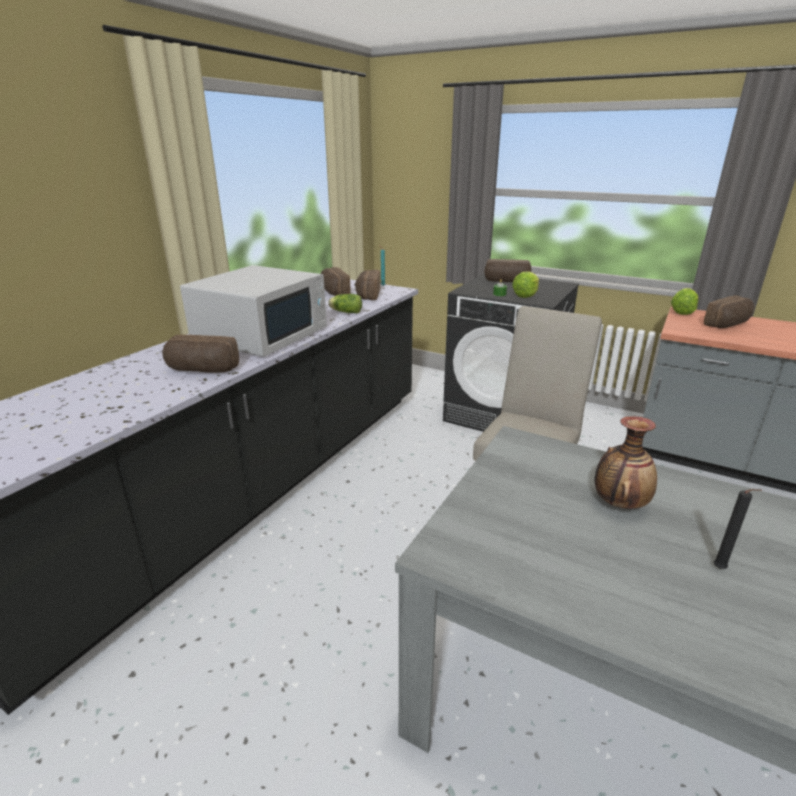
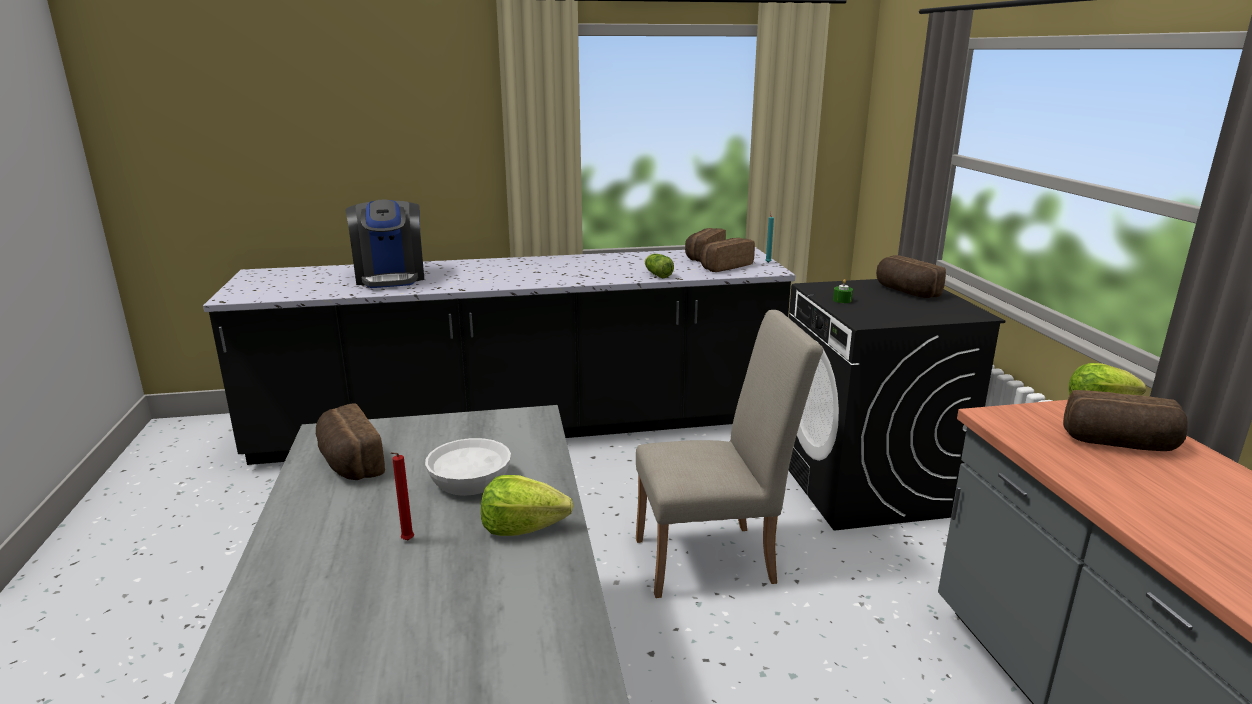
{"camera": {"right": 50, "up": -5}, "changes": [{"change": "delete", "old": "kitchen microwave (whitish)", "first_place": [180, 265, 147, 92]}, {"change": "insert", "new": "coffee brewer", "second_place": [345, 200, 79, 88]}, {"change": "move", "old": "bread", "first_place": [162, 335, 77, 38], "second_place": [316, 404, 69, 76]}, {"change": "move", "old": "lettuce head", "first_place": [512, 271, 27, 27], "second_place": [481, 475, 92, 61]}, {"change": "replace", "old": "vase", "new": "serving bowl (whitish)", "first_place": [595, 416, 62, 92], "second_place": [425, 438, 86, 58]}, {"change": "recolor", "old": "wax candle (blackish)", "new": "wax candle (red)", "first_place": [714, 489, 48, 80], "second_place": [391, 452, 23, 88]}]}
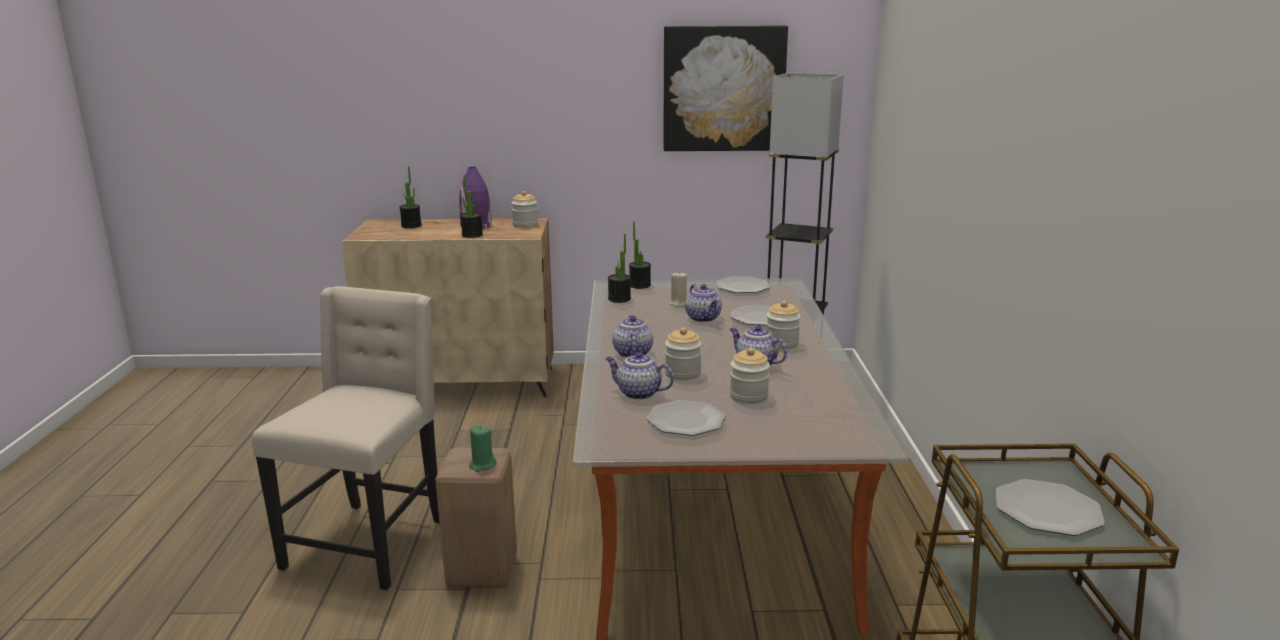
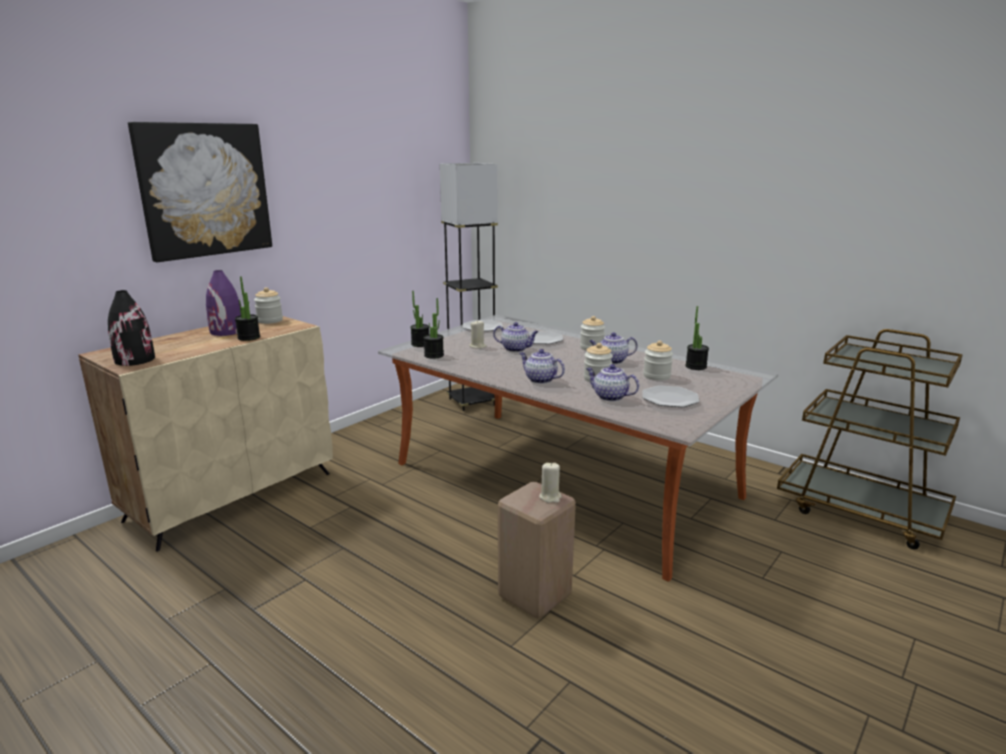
{"camera": {"right": -50, "up": 0}, "changes": [{"change": "delete", "old": "upright chair (sand-coloured)", "first_place": [252, 286, 188, 304]}, {"change": "delete", "old": "flat dish", "first_place": [996, 479, 109, 57]}, {"change": "insert", "new": "vase (blackish)", "second_place": [108, 290, 47, 76]}, {"change": "move", "old": "potted plant", "first_place": [399, 166, 23, 62], "second_place": [686, 306, 23, 64]}, {"change": "move", "old": "wall art", "first_place": [663, 26, 125, 125], "second_place": [128, 122, 144, 140]}, {"change": "recolor", "old": "wax candle (greenish)", "new": "wax candle (sand-coloured)", "first_place": [469, 426, 28, 46], "second_place": [539, 462, 23, 41]}, {"change": "rotate", "old": "pot for tea", "first_place": [605, 352, 69, 48], "second_place": [586, 364, 53, 37], "degrees": 60}]}
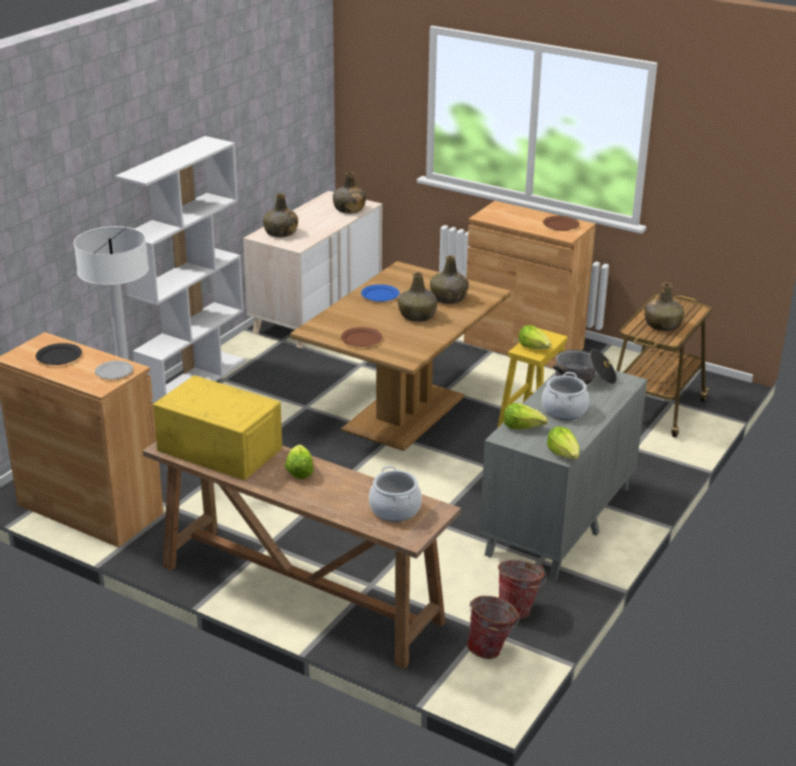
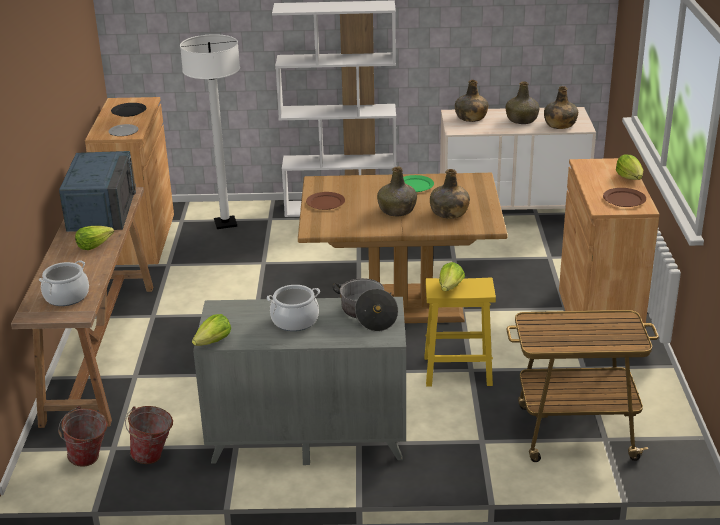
{"camera": {"right": 60, "up": 0}, "changes": [{"change": "move", "old": "lettuce head", "first_place": [504, 403, 44, 26], "second_place": [616, 154, 27, 26]}, {"change": "move", "old": "bottle (greenish)", "first_place": [644, 282, 40, 49], "second_place": [506, 81, 34, 43]}, {"change": "recolor", "old": "kitchen microwave (yellow)", "new": "kitchen microwave (bluish)", "first_place": [153, 375, 129, 105], "second_place": [59, 151, 77, 81]}, {"change": "recolor", "old": "flat dish (bluish)", "new": "flat dish (greenish)", "first_place": [361, 284, 39, 18], "second_place": [403, 175, 31, 17]}]}
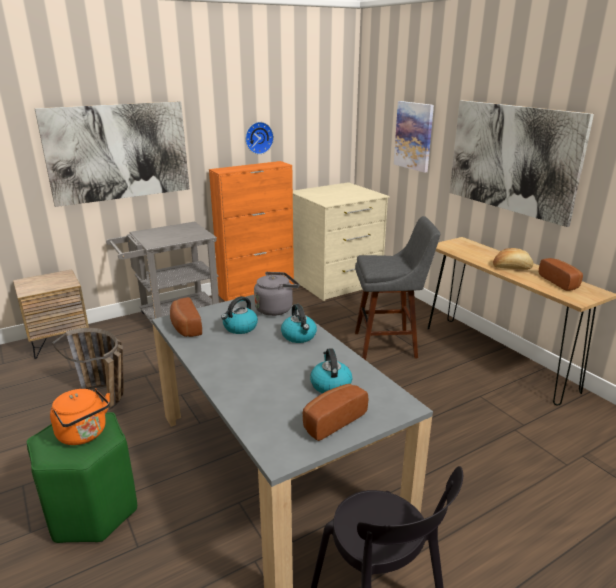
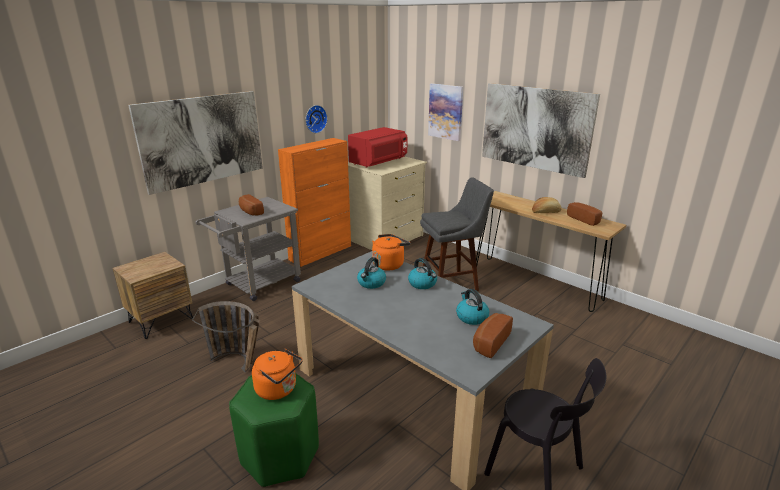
{"camera": {"right": -15, "up": 0}, "changes": [{"change": "insert", "new": "kitchen microwave (red)", "second_place": [348, 127, 60, 41]}, {"change": "move", "old": "bread", "first_place": [170, 297, 32, 40], "second_place": [239, 194, 25, 22]}, {"change": "recolor", "old": "tea kettle (grey)", "new": "tea kettle (orangey)", "first_place": [254, 272, 45, 44], "second_place": [372, 234, 38, 37]}]}
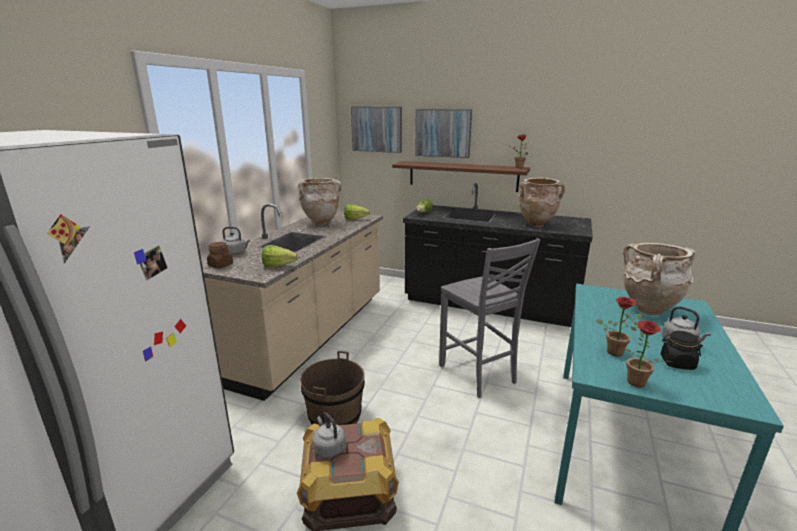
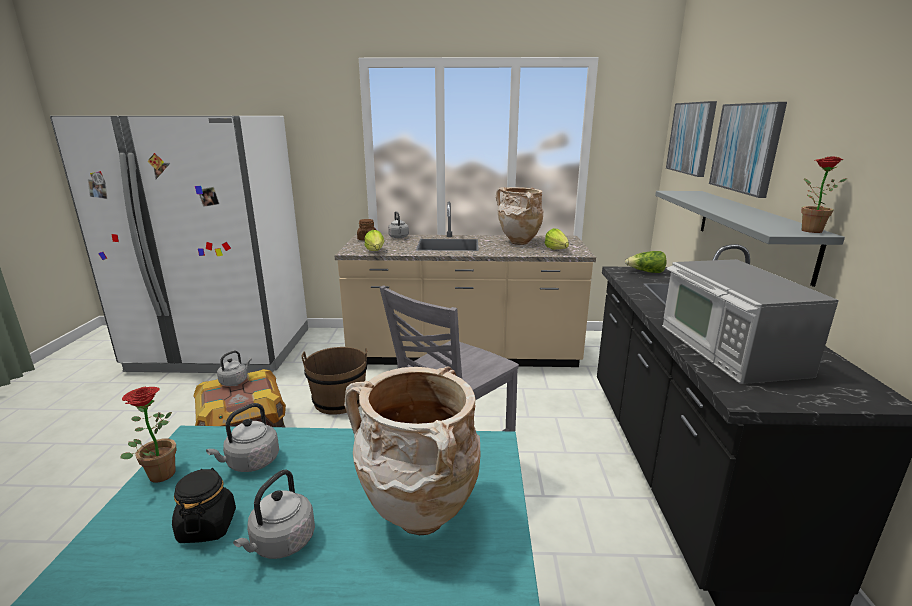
{"camera": {"right": 70, "up": 0}, "changes": [{"change": "replace", "old": "vase (sand-coloured)", "new": "kitchen microwave", "first_place": [519, 177, 46, 50], "second_place": [662, 259, 177, 125]}, {"change": "replace", "old": "potted plant", "new": "tea kettle (grey)", "first_place": [596, 297, 48, 60], "second_place": [206, 403, 73, 69]}, {"change": "recolor", "old": "shelf (brownish)", "new": "shelf (grey)", "first_place": [392, 161, 138, 31], "second_place": [655, 191, 190, 96]}]}
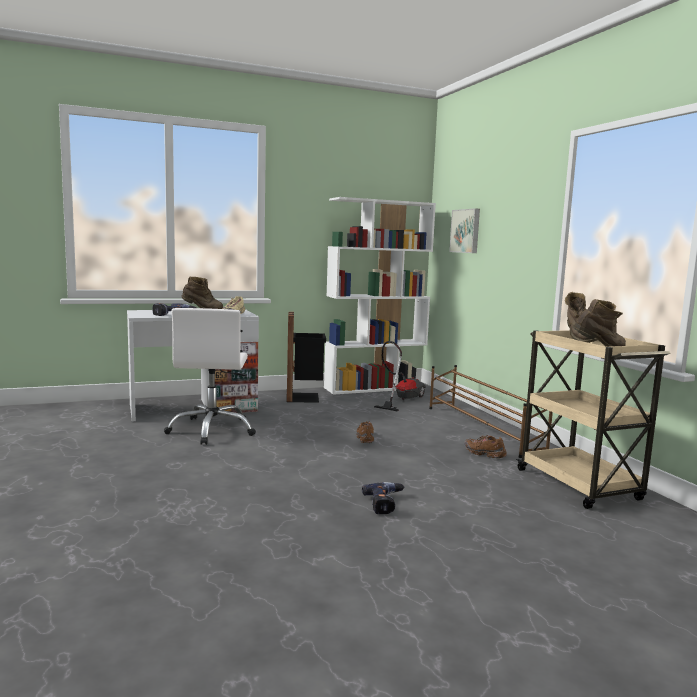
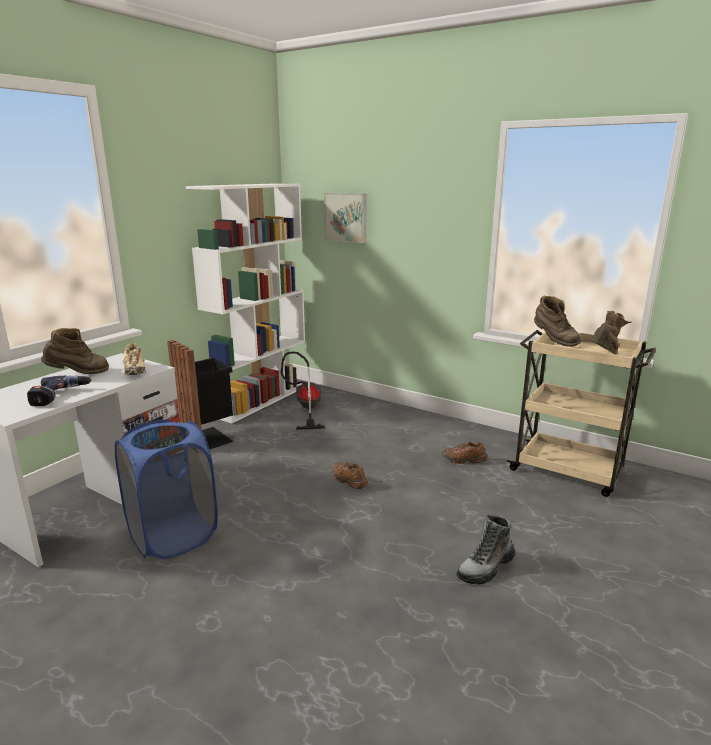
{"camera": {"right": -35, "up": 10}, "changes": [{"change": "delete", "old": "shoe stand (brownish)", "first_place": [429, 365, 124, 93]}, {"change": "replace", "old": "computer chair (whitish)", "new": "laundry basket (bluish)", "first_place": [164, 308, 92, 137], "second_place": [115, 420, 103, 139]}, {"change": "replace", "old": "power drill", "new": "tall boot", "first_place": [362, 482, 42, 32], "second_place": [456, 514, 59, 70]}]}
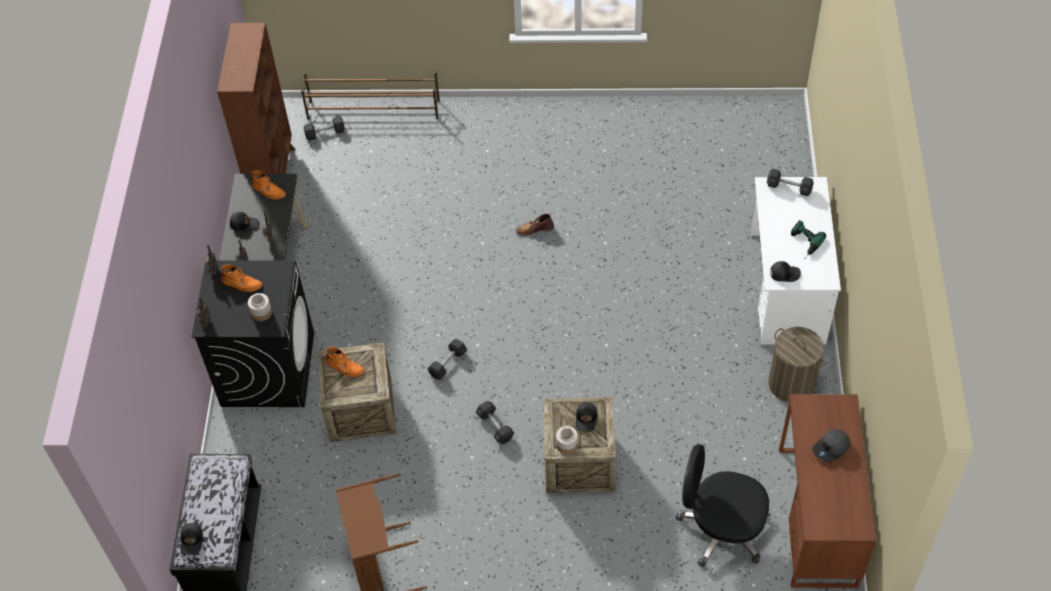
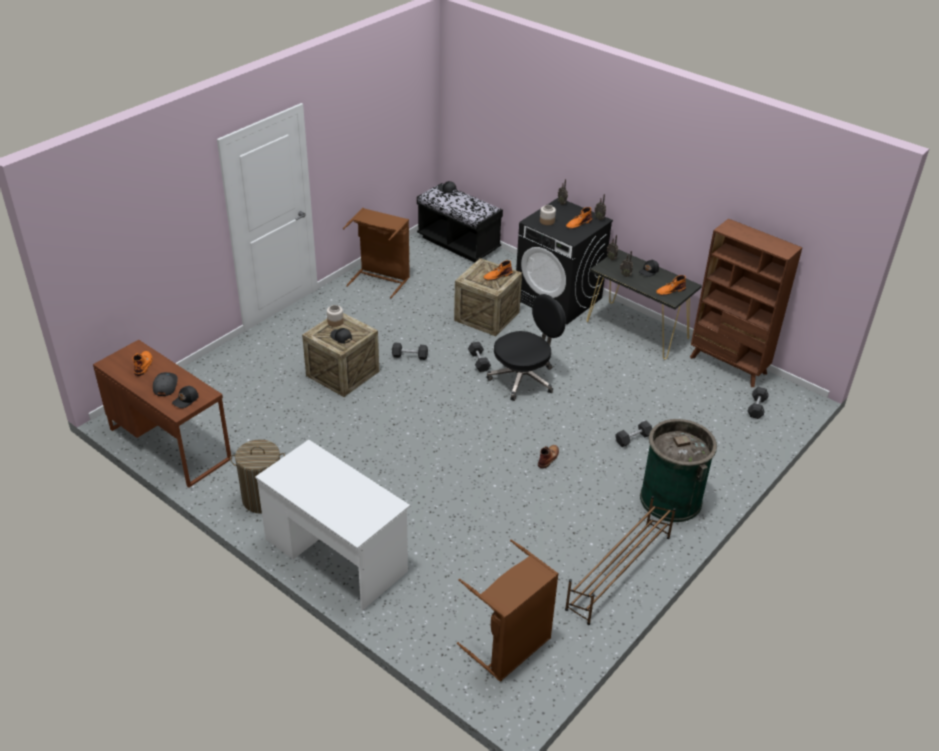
{"camera": {"right": 125, "up": -15}, "changes": [{"change": "delete", "old": "power drill", "first_place": [791, 220, 35, 38]}, {"change": "insert", "new": "tall boot (orangey)", "second_place": [132, 351, 20, 25]}, {"change": "insert", "new": "laundry basket (brownish)", "second_place": [457, 539, 102, 143]}, {"change": "insert", "new": "waste bin (greenish)", "second_place": [640, 419, 77, 103]}, {"change": "move", "old": "shoe stand (brownish)", "first_place": [301, 72, 139, 47], "second_place": [565, 496, 111, 129]}, {"change": "move", "old": "computer chair (blackish)", "first_place": [676, 444, 93, 123], "second_place": [486, 294, 80, 107]}, {"change": "move", "old": "hand weight (blackish)", "first_place": [767, 169, 47, 27], "second_place": [615, 421, 37, 26]}, {"change": "move", "old": "peaked cap (blackish)", "first_place": [770, 261, 31, 21], "second_place": [172, 386, 27, 22]}]}
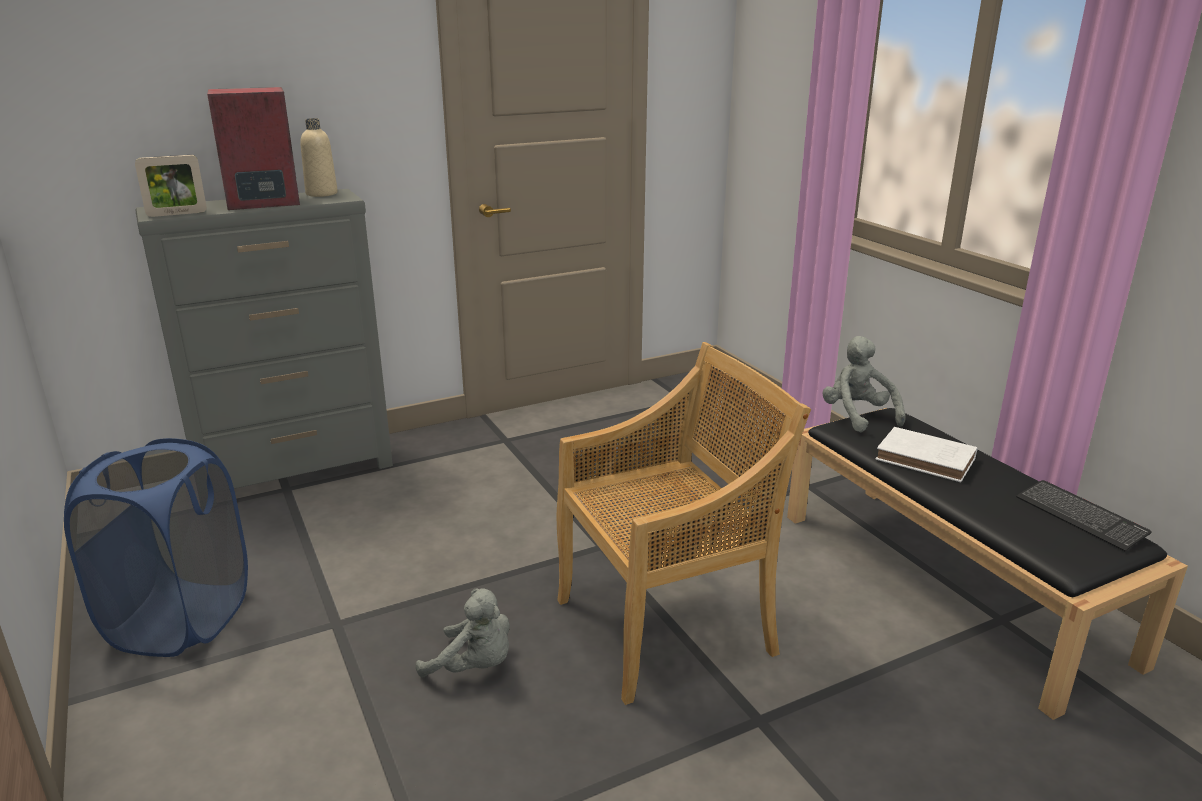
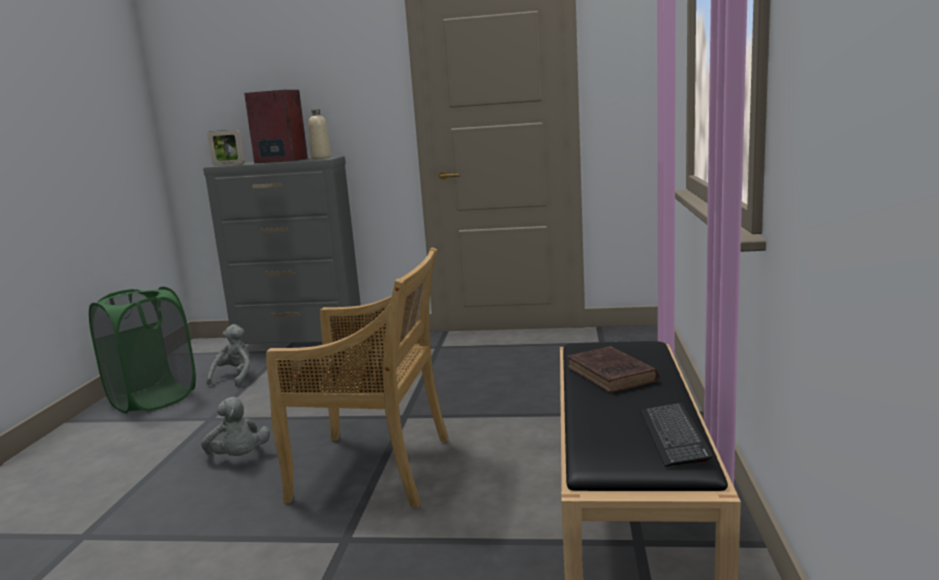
{"camera": {"right": 35, "up": -10}, "changes": [{"change": "move", "old": "soft toy (grey)", "first_place": [822, 336, 84, 96], "second_place": [207, 324, 43, 63]}, {"change": "recolor", "old": "laundry basket (bluish)", "new": "laundry basket (greenish)", "first_place": [64, 438, 184, 219], "second_place": [89, 287, 107, 127]}, {"change": "recolor", "old": "book (whitish)", "new": "book (brownish)", "first_place": [876, 427, 101, 55], "second_place": [567, 346, 92, 47]}]}
